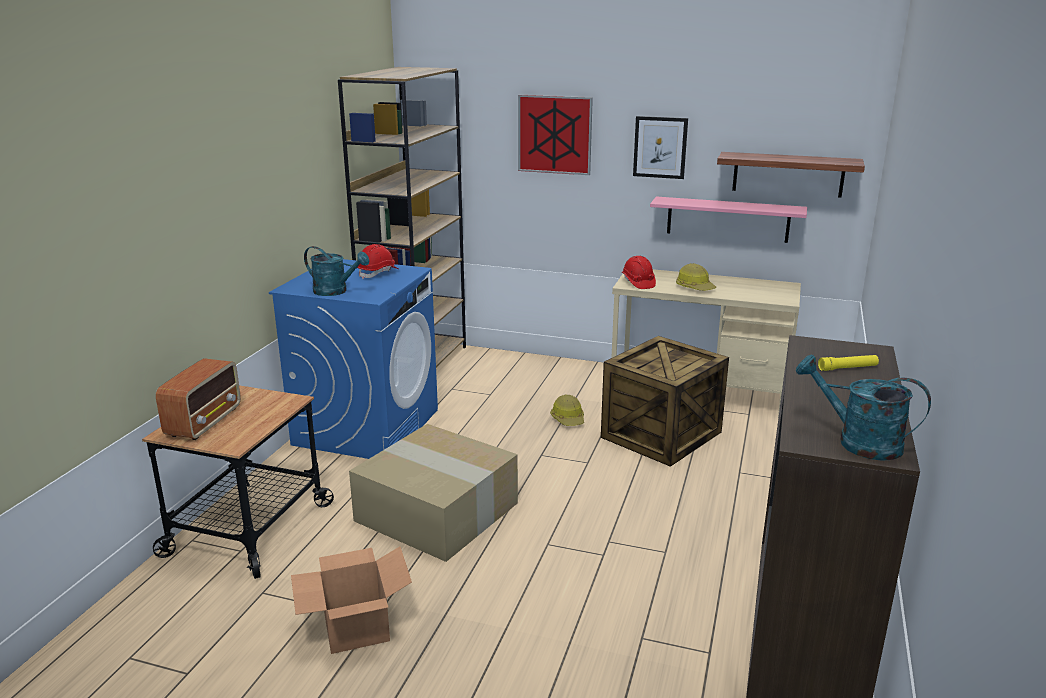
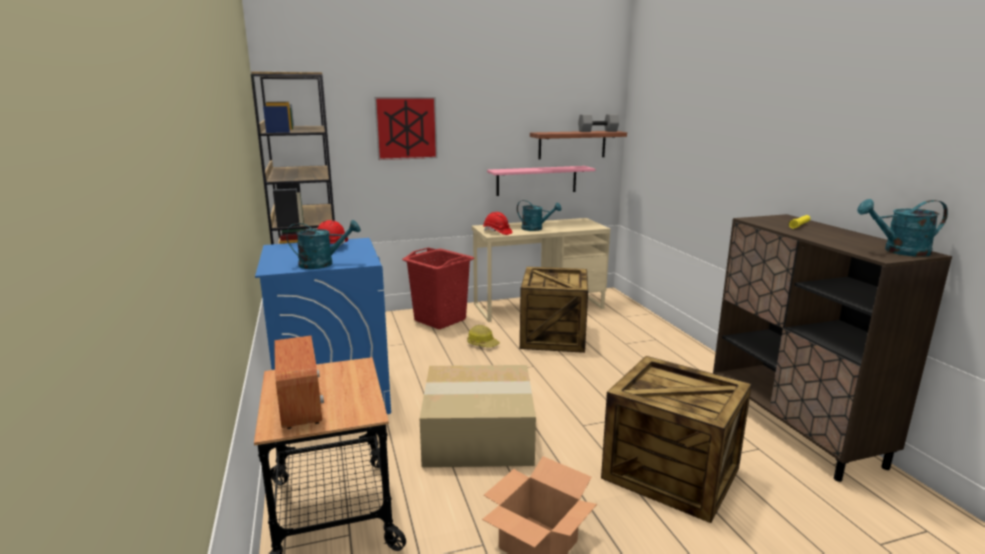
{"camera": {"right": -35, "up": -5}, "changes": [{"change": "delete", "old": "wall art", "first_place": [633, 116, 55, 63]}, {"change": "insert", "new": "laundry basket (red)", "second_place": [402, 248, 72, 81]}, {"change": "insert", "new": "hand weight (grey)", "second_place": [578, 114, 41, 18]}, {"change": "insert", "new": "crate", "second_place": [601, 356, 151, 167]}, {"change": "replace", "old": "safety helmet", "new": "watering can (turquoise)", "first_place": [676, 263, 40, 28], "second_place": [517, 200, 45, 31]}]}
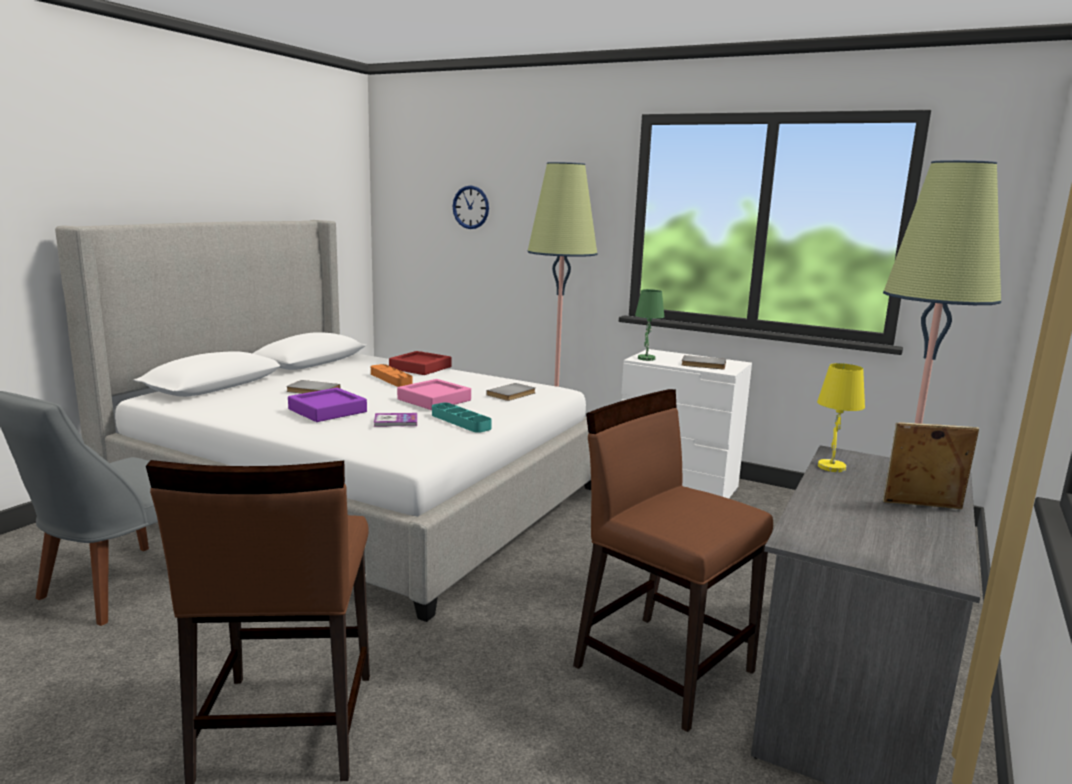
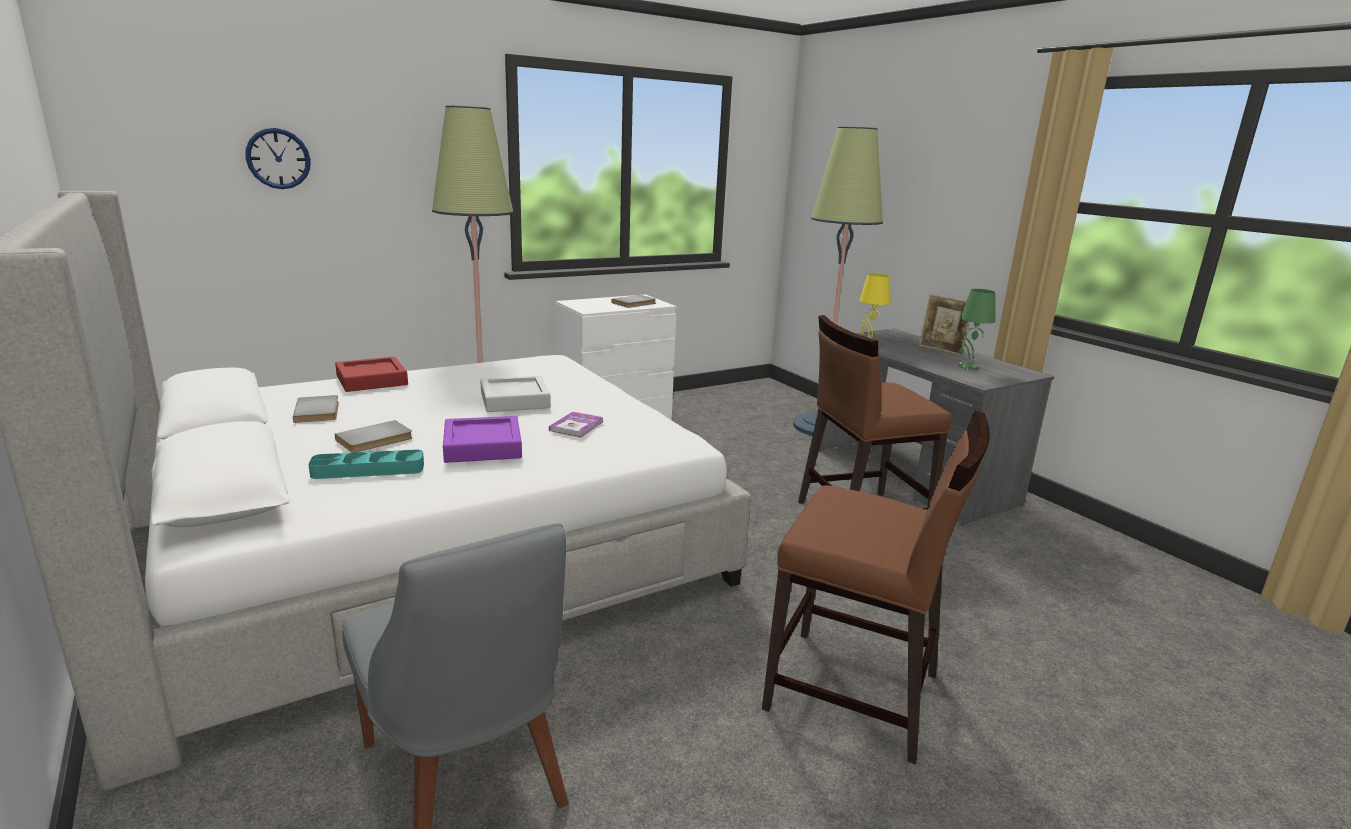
{"camera": {"right": -60, "up": 5}, "changes": [{"change": "delete", "old": "tray (orangey)", "first_place": [371, 364, 41, 23]}, {"change": "move", "old": "tray (turquoise)", "first_place": [432, 403, 60, 30], "second_place": [308, 450, 116, 29]}, {"change": "move", "old": "book (grey)", "first_place": [486, 383, 49, 18], "second_place": [293, 395, 46, 28]}, {"change": "move", "old": "lamp for a table (greenish)", "first_place": [635, 289, 29, 72], "second_place": [959, 289, 37, 81]}, {"change": "recolor", "old": "tray (pink-coloured)", "new": "tray (grey)", "first_place": [397, 379, 74, 31], "second_place": [480, 376, 71, 36]}, {"change": "rotate", "old": "standing frame", "first_place": [883, 422, 96, 87], "second_place": [919, 294, 51, 62], "degrees": -90}]}
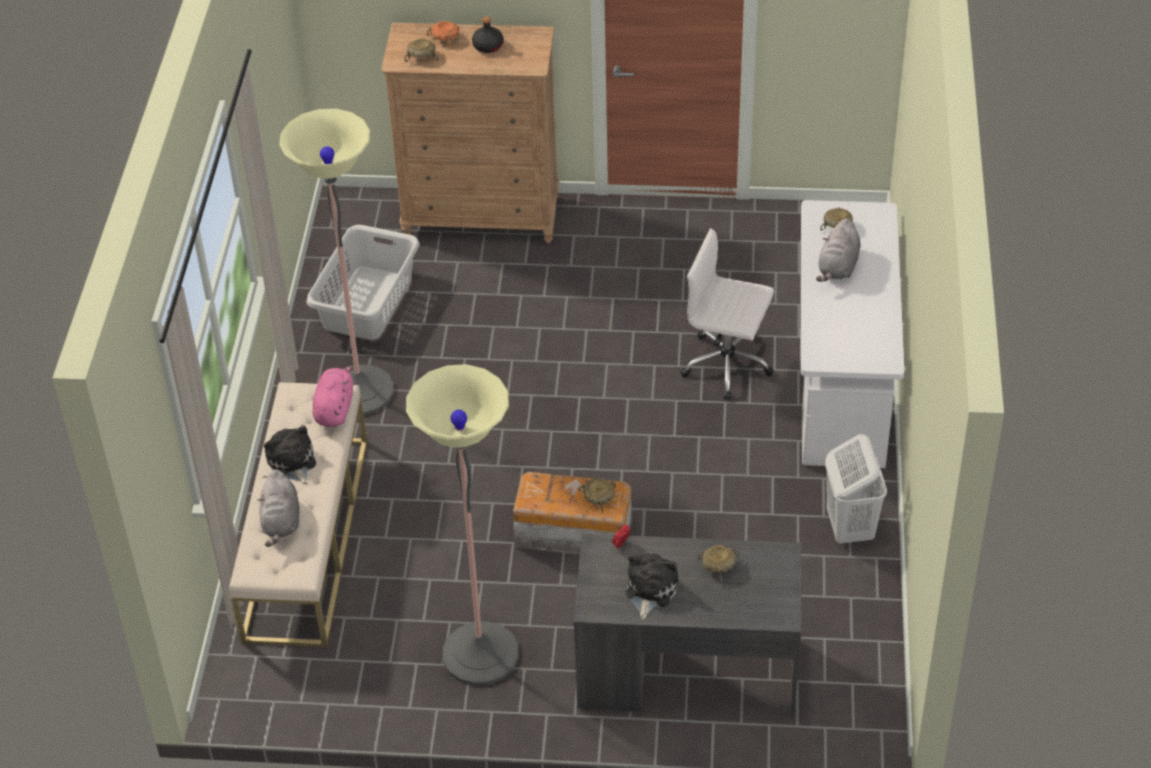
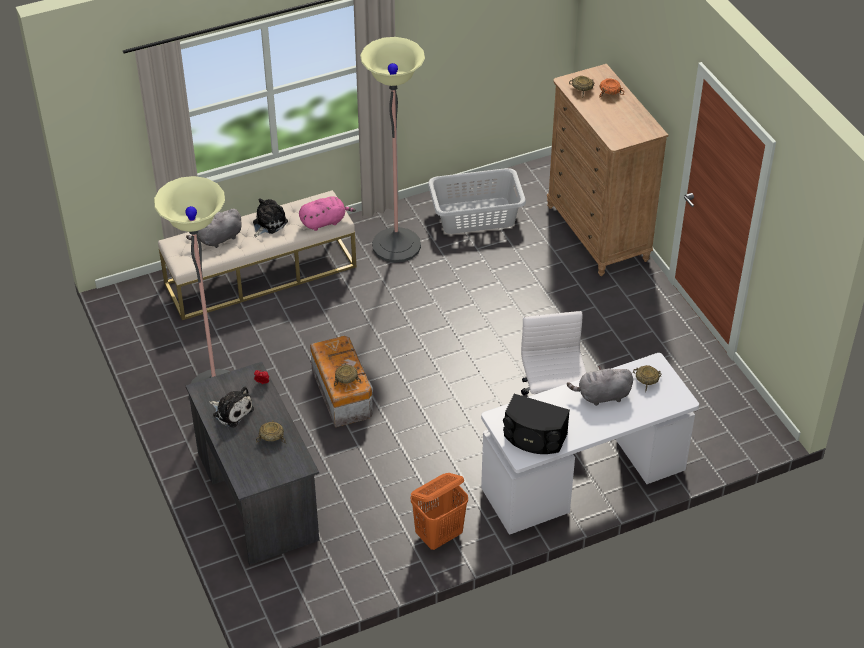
{"camera": {"right": 60, "up": 0}, "changes": [{"change": "delete", "old": "bottle (blackish)", "first_place": [472, 16, 32, 37]}, {"change": "insert", "new": "audio speaker (blackish)", "second_place": [503, 394, 67, 60]}, {"change": "recolor", "old": "laundry basket (whitish)", "new": "laundry basket (orangey)", "first_place": [825, 434, 62, 110], "second_place": [411, 473, 57, 77]}, {"change": "rotate", "old": "soft toy", "first_place": [625, 553, 54, 67], "second_place": [209, 387, 45, 41], "degrees": 45}]}
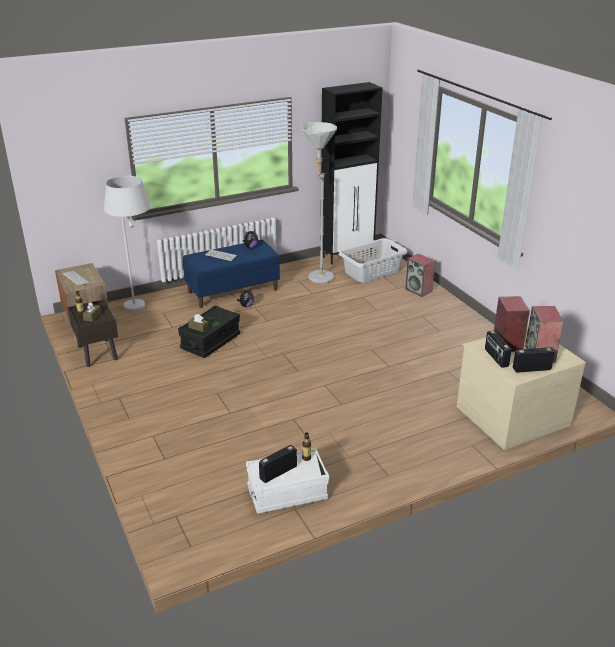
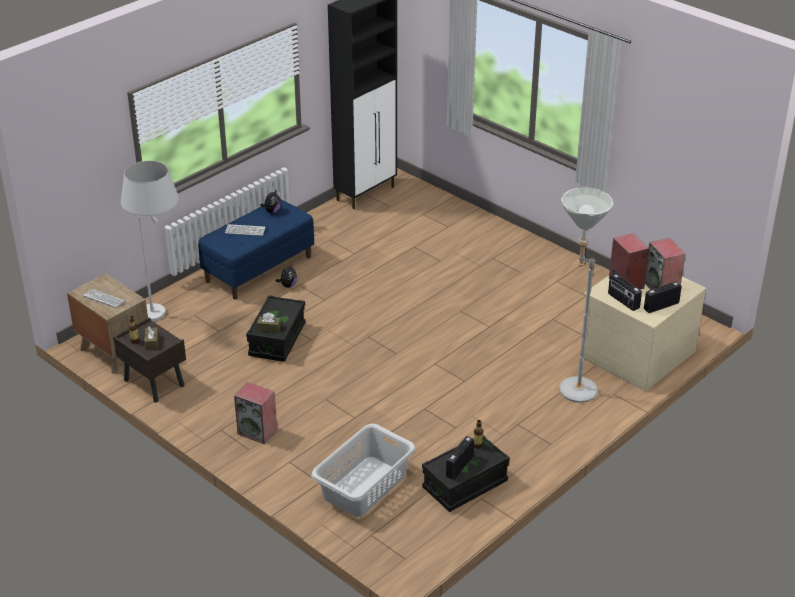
{"camera": {"right": -20, "up": 5}, "changes": [{"change": "move", "old": "standing lamp (grey)", "first_place": [302, 122, 35, 161], "second_place": [559, 187, 55, 216]}, {"change": "move", "old": "laundry basket (grey)", "first_place": [339, 238, 69, 45], "second_place": [311, 424, 105, 93]}, {"change": "move", "old": "audio speaker", "first_place": [405, 254, 30, 43], "second_place": [234, 382, 43, 62]}, {"change": "recolor", "old": "storage bin (whitish)", "new": "storage bin (blackish)", "first_place": [246, 448, 83, 66], "second_place": [422, 435, 88, 77]}]}
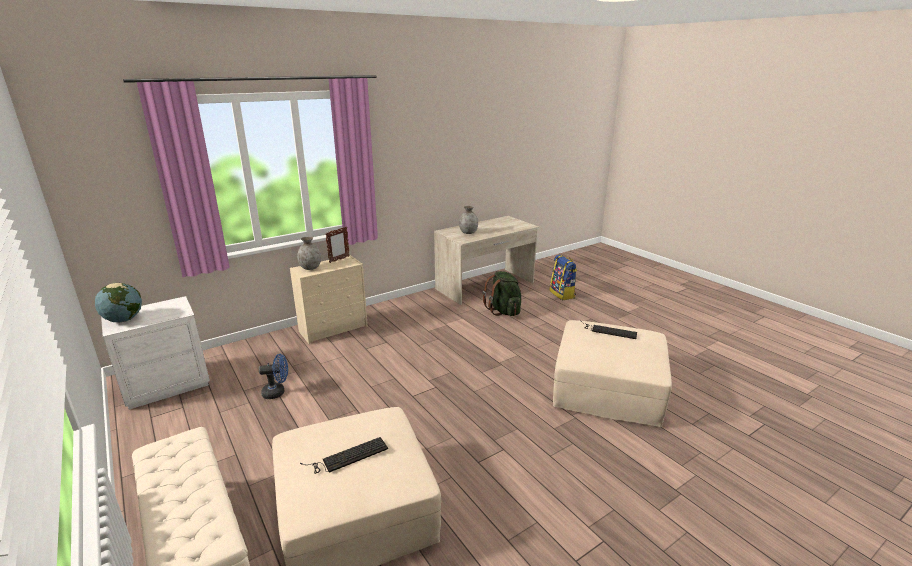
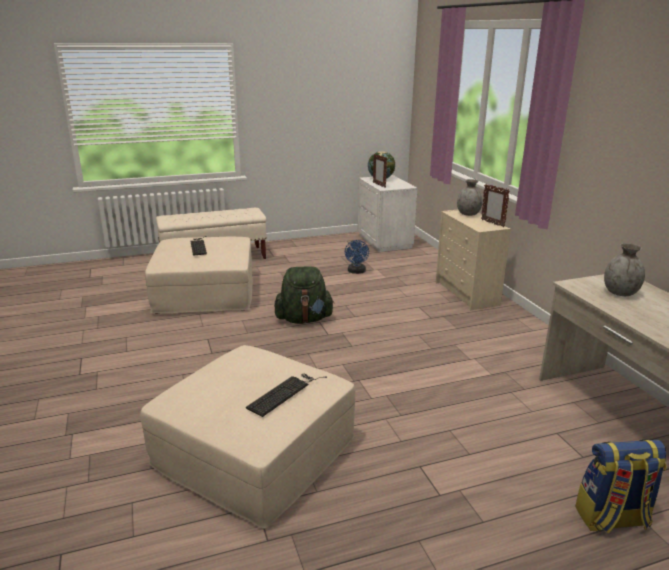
{"camera": {"right": 105, "up": 0}, "changes": [{"change": "insert", "new": "standing frame", "second_place": [373, 154, 14, 34]}, {"change": "move", "old": "backpack (greenish)", "first_place": [483, 271, 38, 45], "second_place": [274, 266, 60, 58]}]}
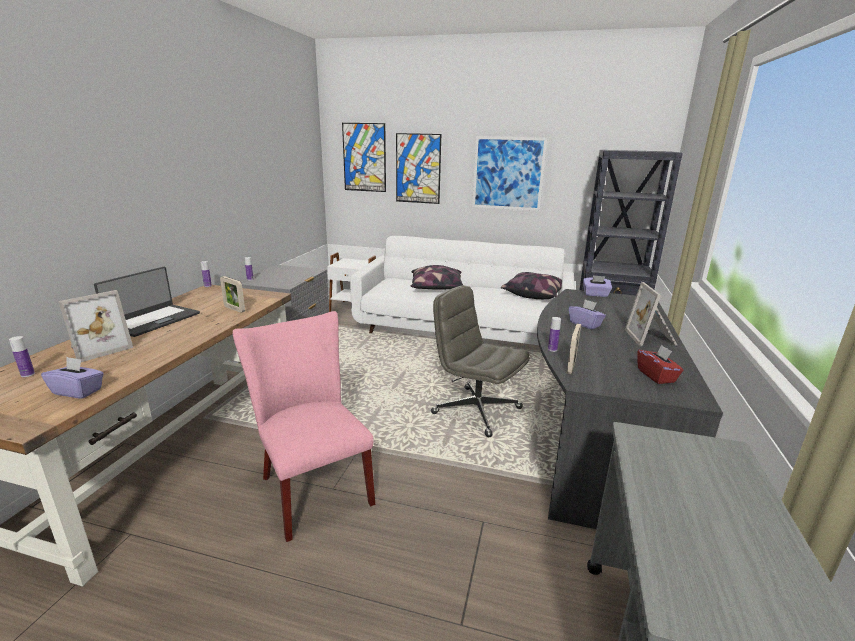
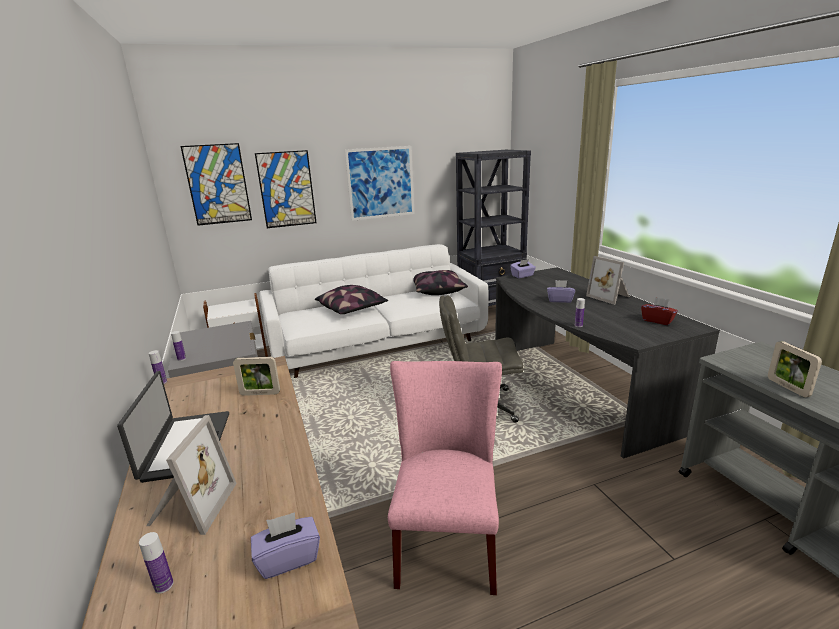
{"camera": {"right": -35, "up": 0}, "changes": [{"change": "move", "old": "standing frame", "first_place": [567, 324, 14, 50], "second_place": [768, 341, 54, 57]}, {"change": "rotate", "old": "upright chair (pink-coloured)", "first_place": [232, 311, 143, 231], "second_place": [388, 361, 114, 234], "degrees": 75}]}
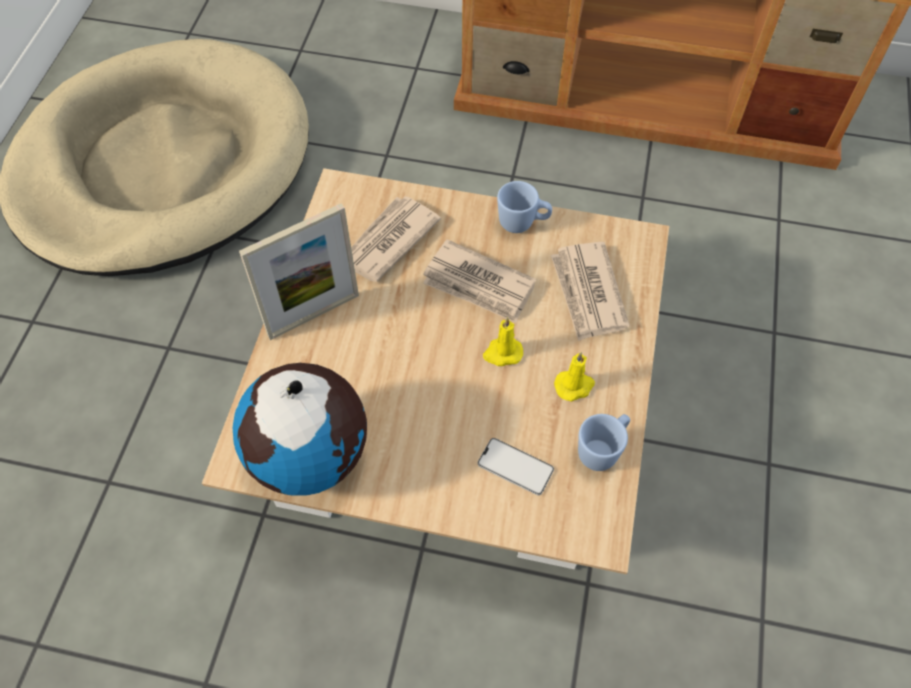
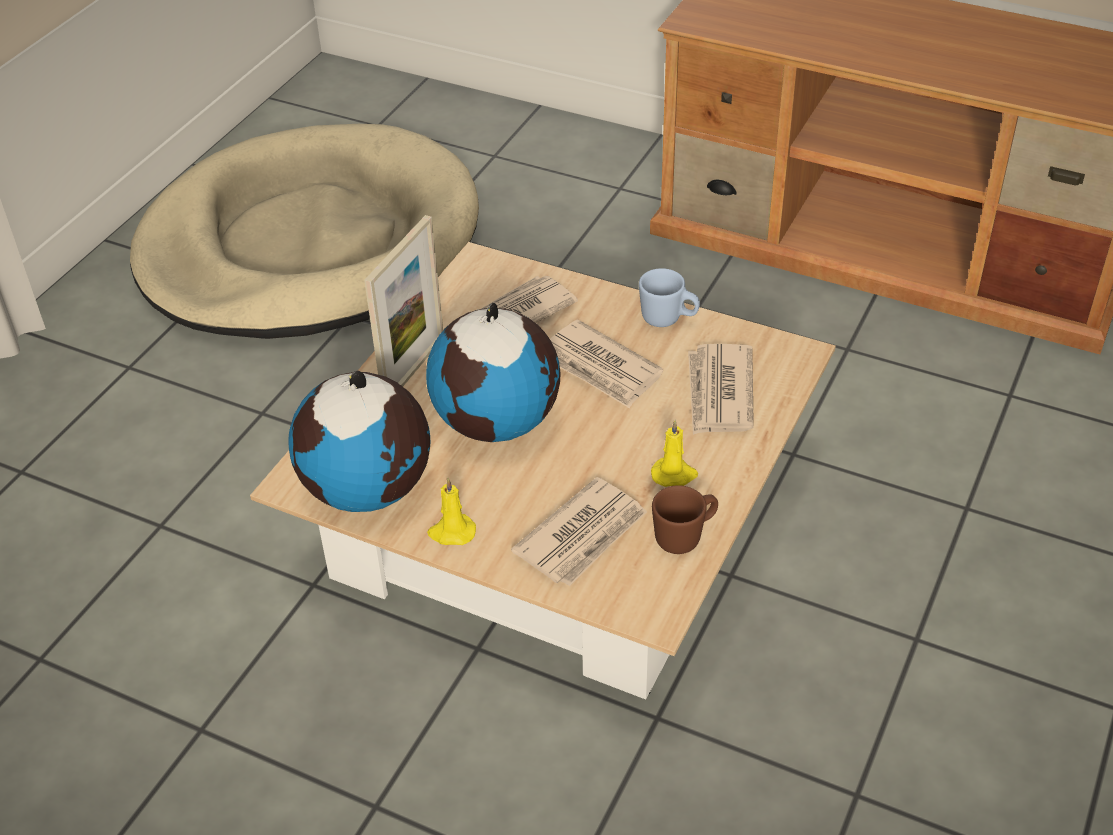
{"camera": {"right": 15, "up": -15}, "changes": [{"change": "insert", "new": "globe", "second_place": [426, 303, 134, 139]}, {"change": "move", "old": "wax candle (yellow)", "first_place": [483, 317, 40, 49], "second_place": [427, 478, 49, 67]}, {"change": "replace", "old": "telephone", "new": "newspaper", "first_place": [478, 438, 76, 57], "second_place": [511, 477, 136, 109]}, {"change": "recolor", "old": "mug (bluish)", "new": "mug (brownish)", "first_place": [578, 414, 52, 57], "second_place": [652, 485, 66, 69]}, {"change": "rotate", "old": "standing frame", "first_place": [239, 203, 120, 137], "second_place": [364, 215, 79, 172], "degrees": -45}]}
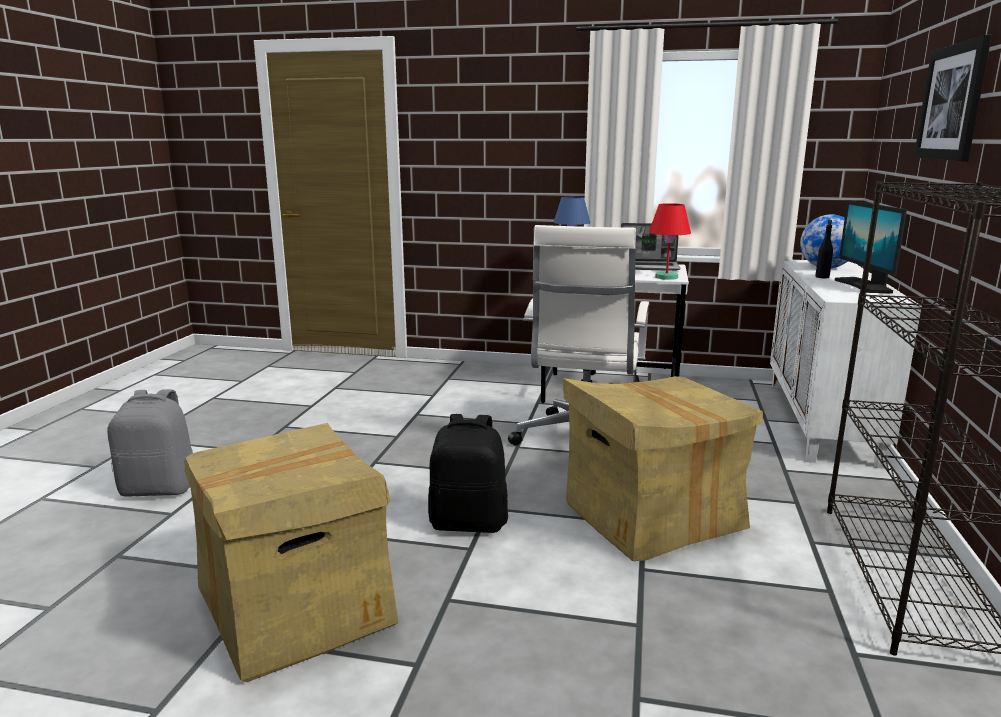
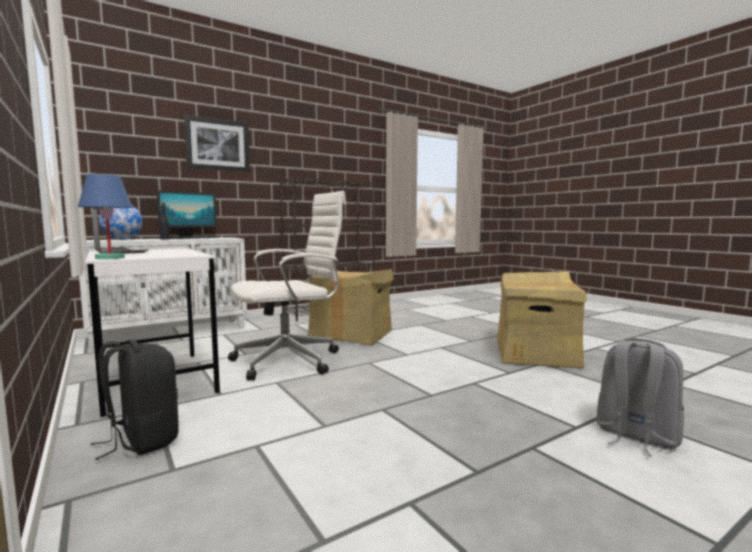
{"camera": {"right": -135, "up": -10}, "changes": [{"change": "delete", "old": "lamp for a table (red)", "first_place": [649, 203, 42, 77]}, {"change": "move", "old": "backpack (blackish)", "first_place": [428, 414, 80, 119], "second_place": [90, 340, 89, 120]}]}
